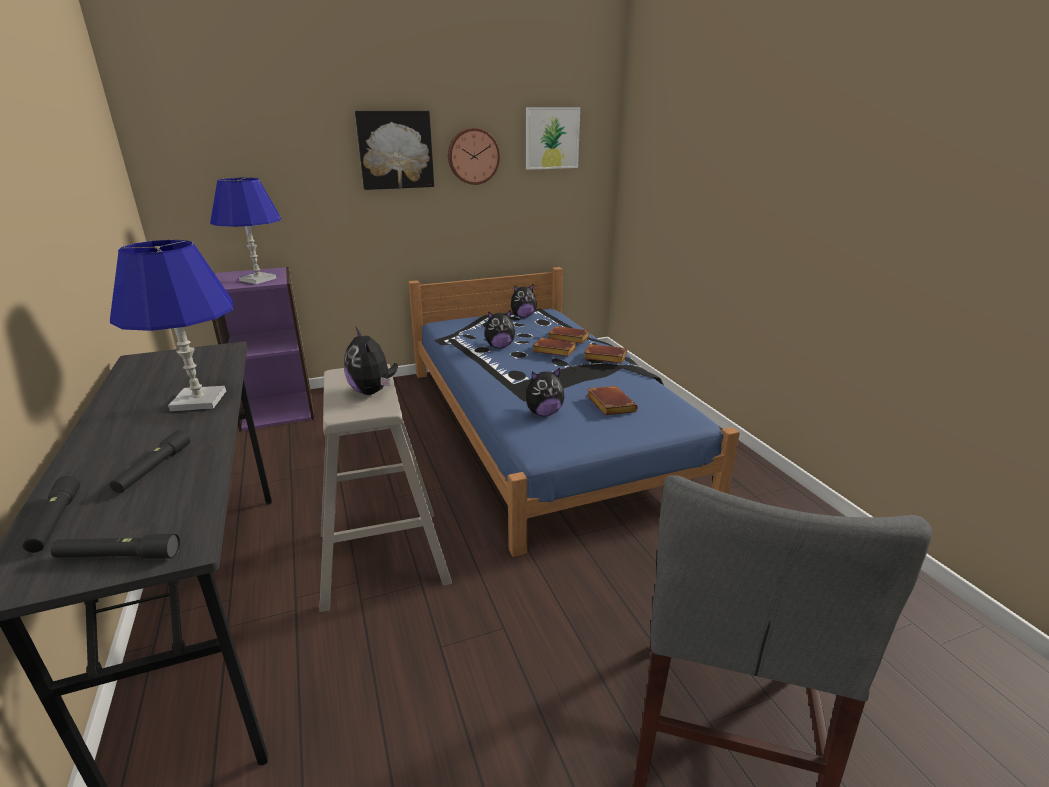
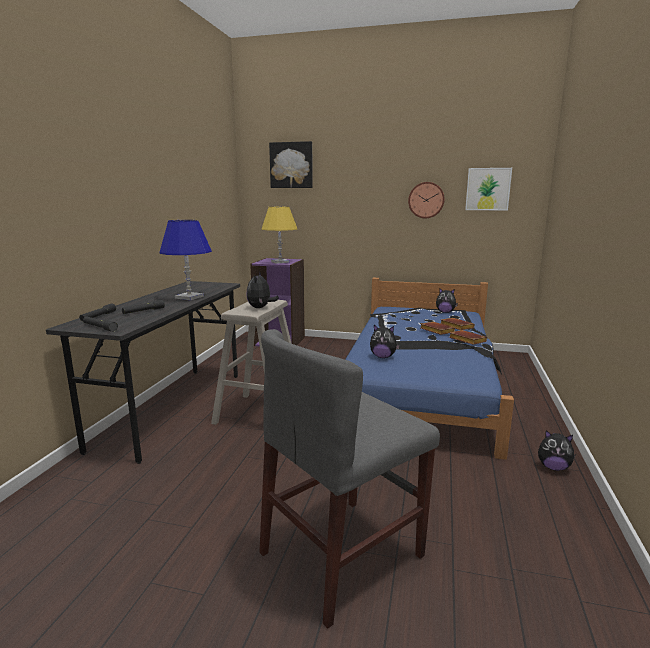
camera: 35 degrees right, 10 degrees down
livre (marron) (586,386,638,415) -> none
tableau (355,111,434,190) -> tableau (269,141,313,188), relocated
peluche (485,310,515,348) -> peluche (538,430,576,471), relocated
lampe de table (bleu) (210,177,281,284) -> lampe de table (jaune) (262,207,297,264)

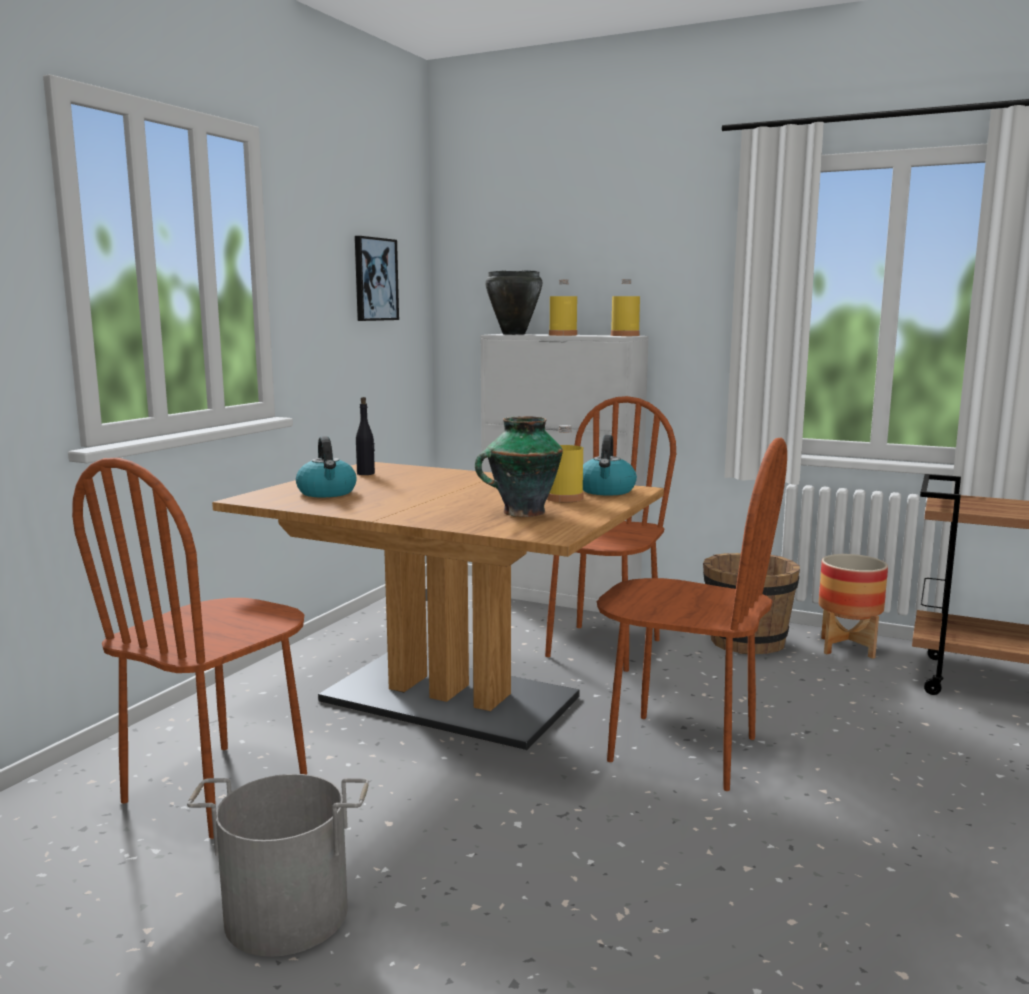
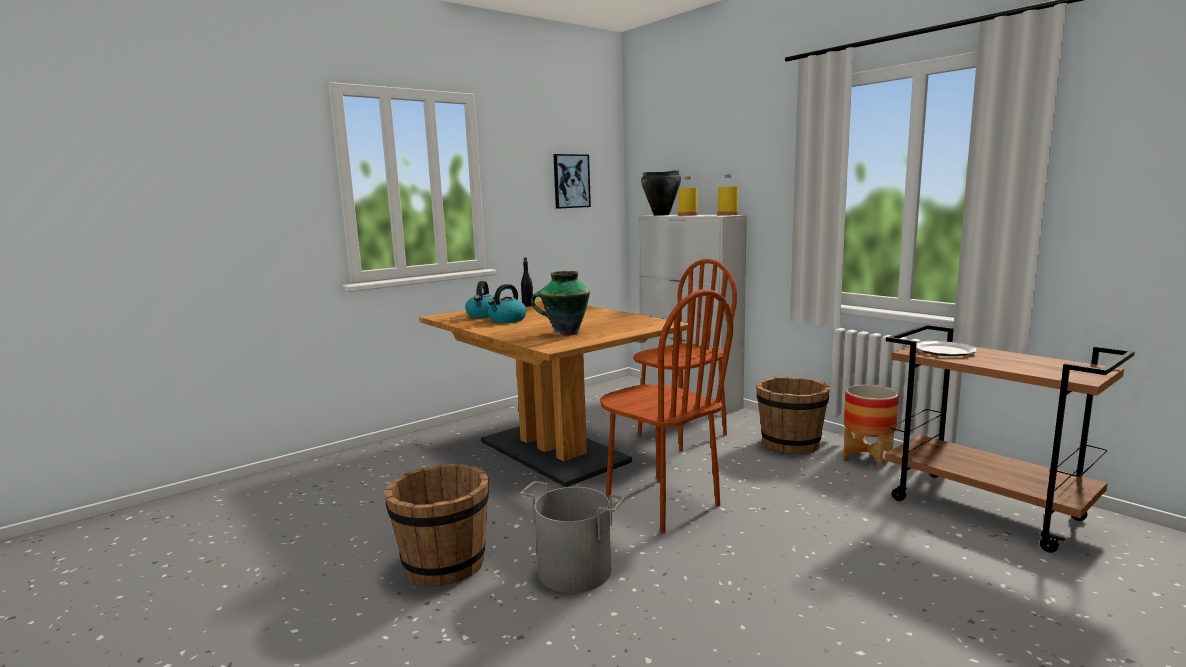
camera: 25 degrees right, 0 degrees up
chaise (marron) (72,458,307,839) -> none
bouteille (jaune) (547,425,583,502) -> none
none -> seau (marron) (384,464,489,587)
none -> assiette (916,341,977,356)
seau (gris) (187,774,369,957) -> seau (gris) (520,481,625,593), relocated
bouilloire (583,435,637,496) -> bouilloire (488,284,526,323), relocated

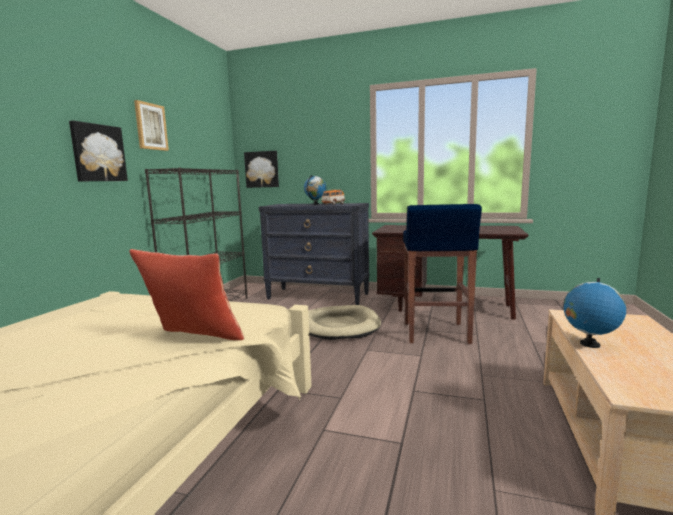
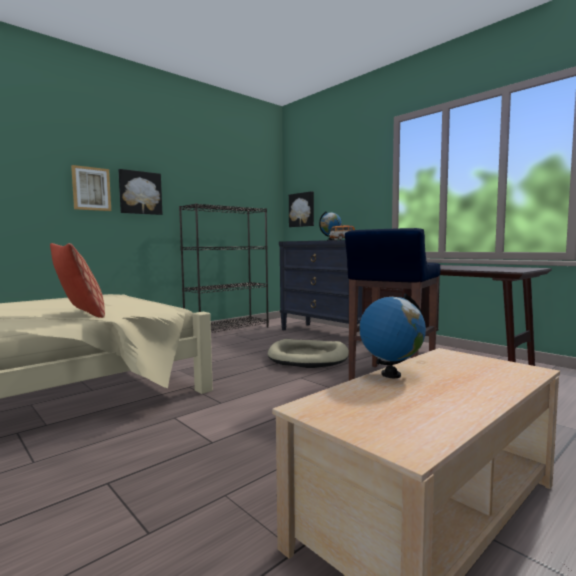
camera: 30 degrees right, 5 degrees down
tableau (134,100,169,151) -> tableau (71,165,111,211), relocated

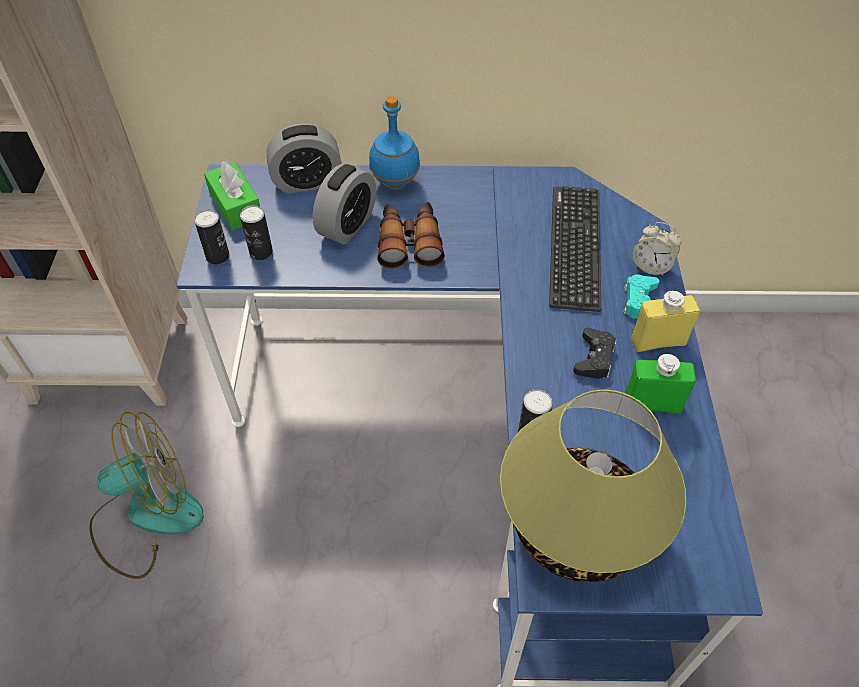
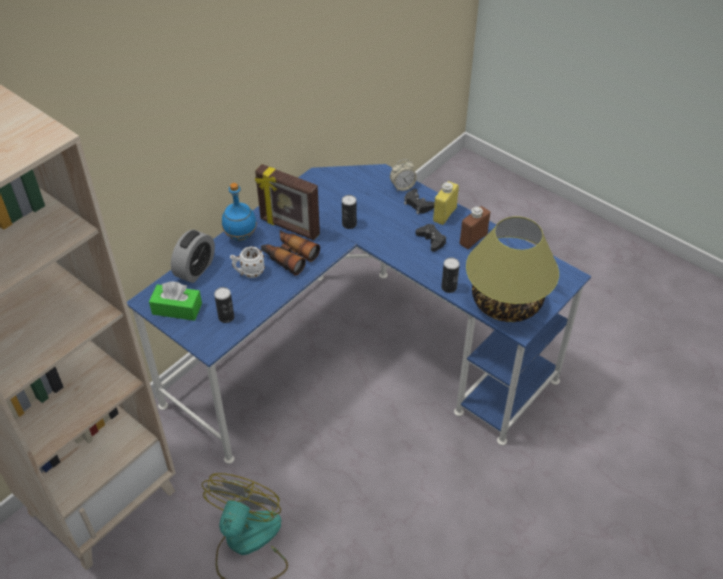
camera: 50 degrees left, 5 degrees down
clavier (549,186,601,312) -> none
none -> cadre photo (255,164,320,240)
boîte métallique (194,210,229,264) -> boîte métallique (342,195,357,229), relocated
réveil (312,164,376,245) -> mug (blanc) (230,246,265,278)
manette (turquoise) (623,274,659,319) -> manette (noir) (404,189,435,214)
bouteille (vert) (625,354,696,414) -> bouteille (marron) (460,206,490,249)

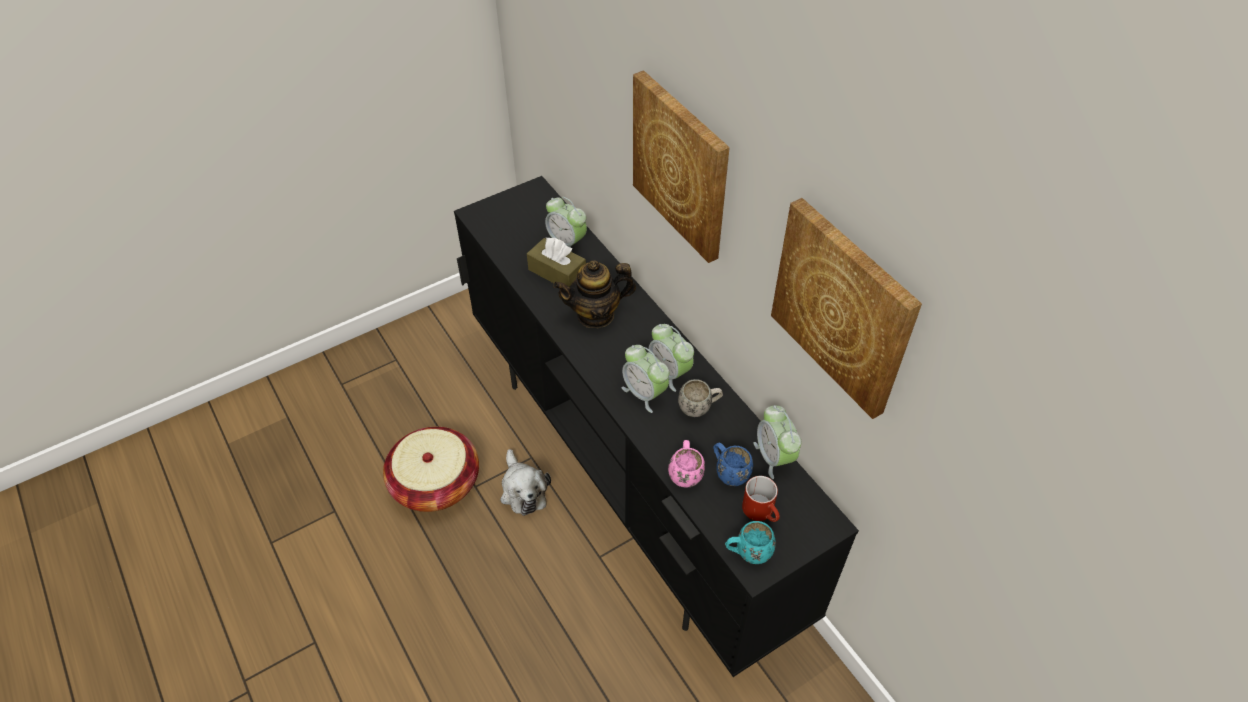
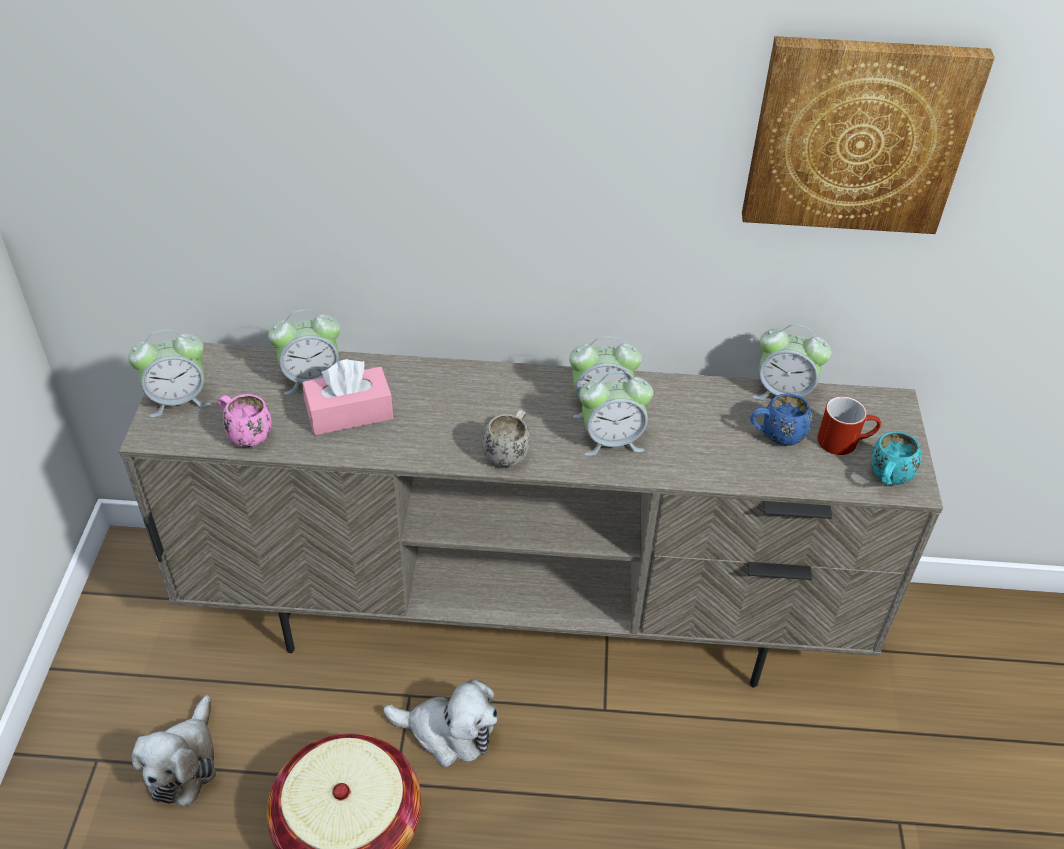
camera: 55 degrees left, 5 degrees down
théière (553,260,636,328) -> none
tableau (633,70,730,263) -> none
none -> réveil (128,329,211,417)
none -> peluche (132,695,216,806)
mug (rose) (668,440,705,488) -> mug (rose) (218,394,272,447), relocated
mug (blanc) (678,379,723,417) -> mug (blanc) (482,410,530,467), relocated
meuble télé (noir) (454,176,859,677) -> meuble télé (beige) (119,342,943,688)
boîte à mouchoirs (marron) (527,238,586,287) -> boîte à mouchoirs (rose) (302,359,393,435)

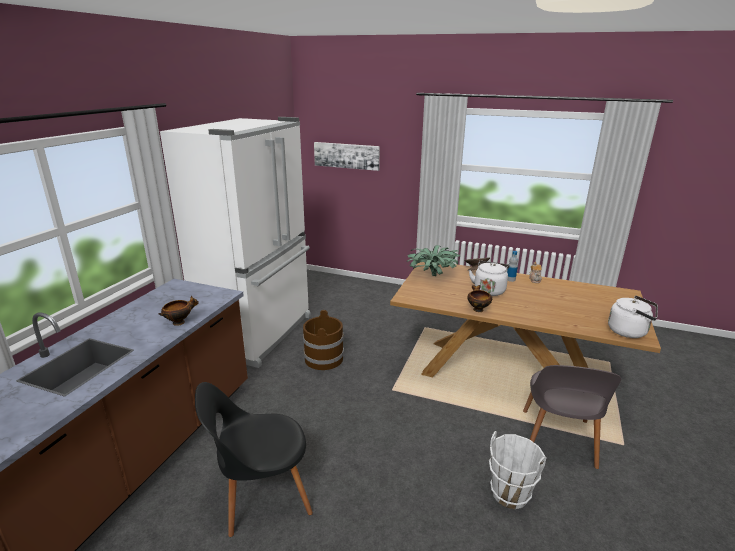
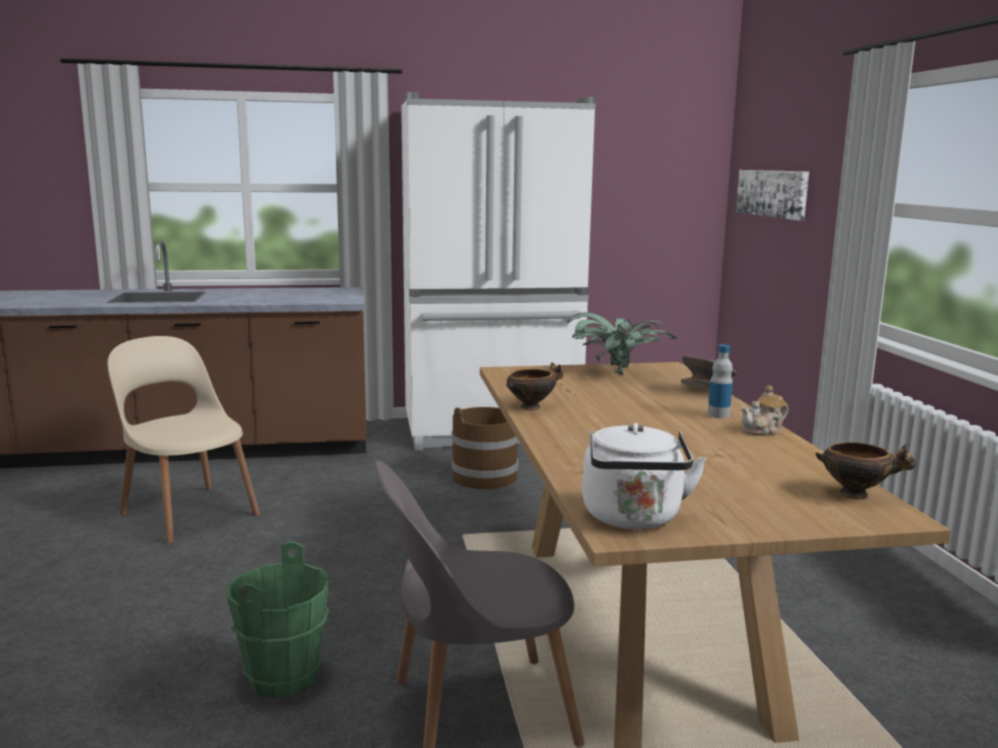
camera: 60 degrees right, 10 degrees down
bouilloire (blanc) (469,261,510,296) -> none
bol (158,296,199,326) -> bol (816,442,916,499), relocated
chaise (noir) (195,382,313,537) -> chaise (beige) (107,336,260,544)
seau (blanc) (489,431,547,509) -> seau (vert) (227,542,330,698)

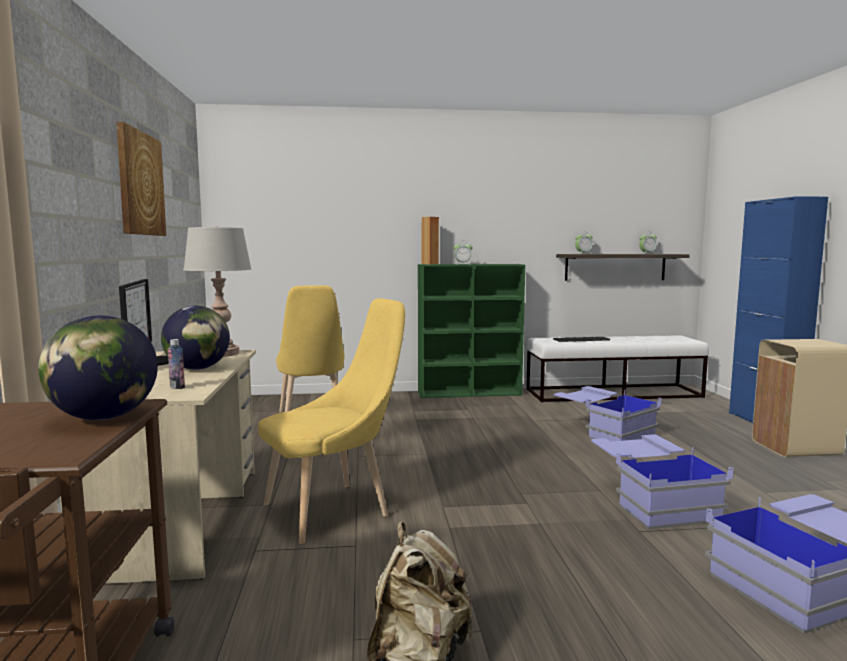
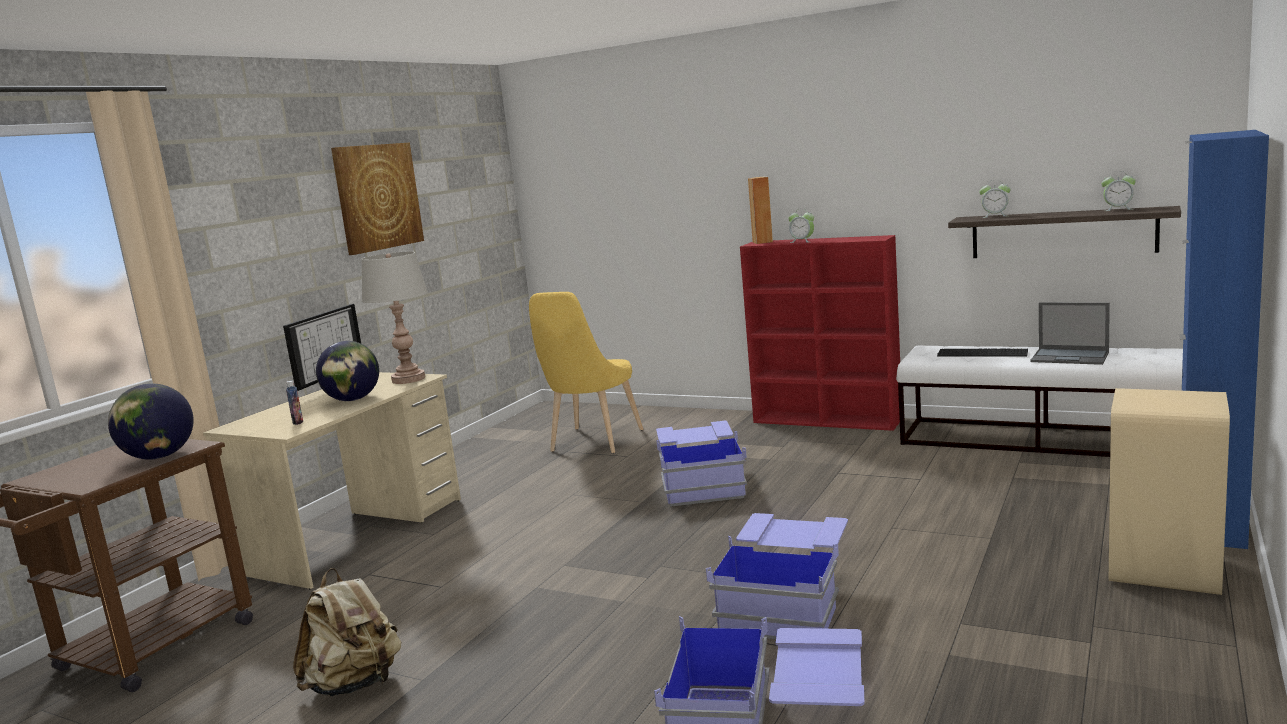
camera: 35 degrees right, 5 degrees up
chaise (jaune) (258,298,405,544) -> none
none -> ordinateur portable (1030,303,1110,365)
boîte de rangement (bleu) (554,386,662,441) -> boîte de rangement (bleu) (656,421,747,507), relocated
bibliothèque (vert) (418,264,525,398) -> bibliothèque (rouge) (740,235,900,431)

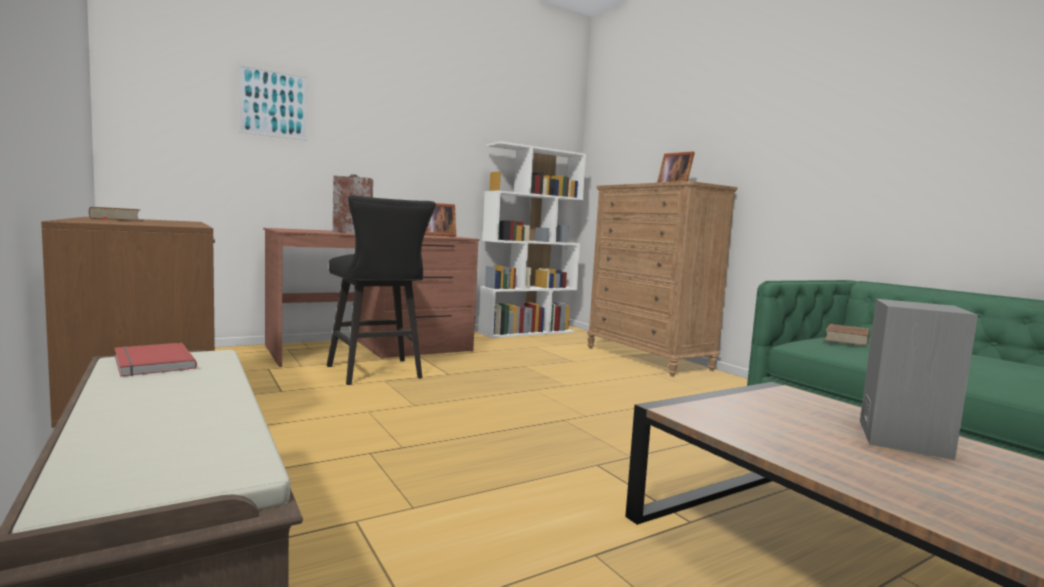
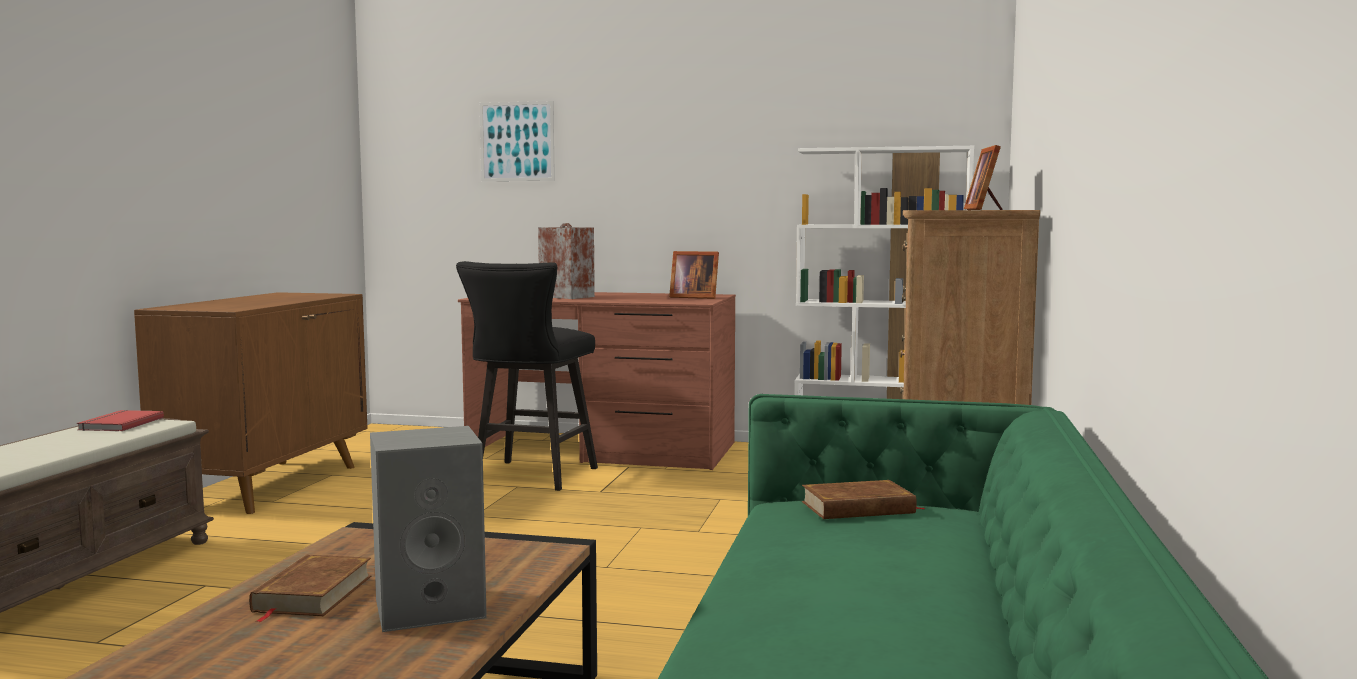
camera: 45 degrees right, 0 degrees up
livre (marron) (89,207,141,221) -> livre (marron) (249,555,372,622), relocated

